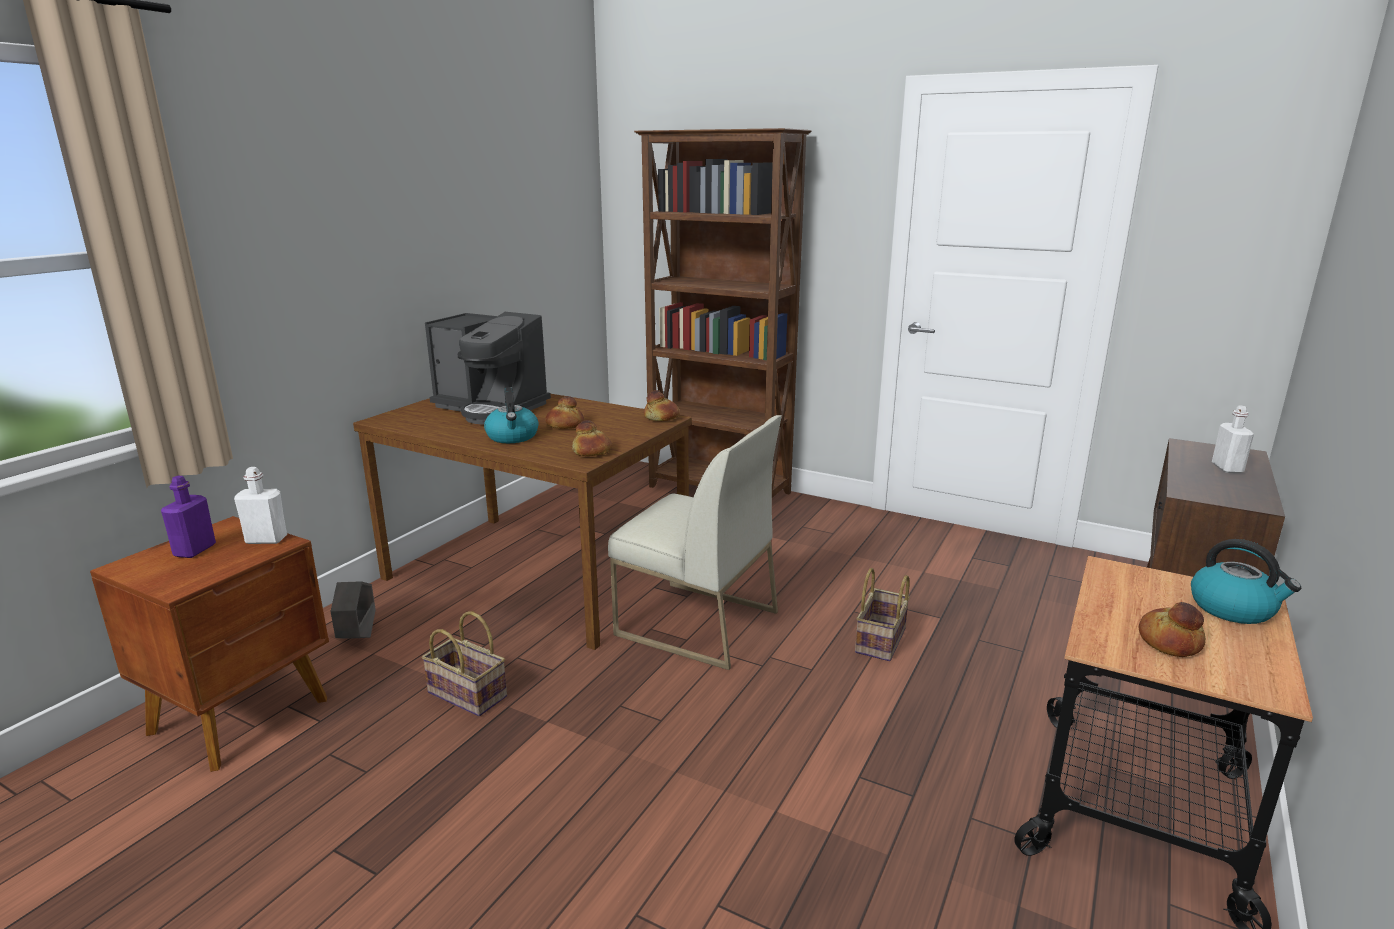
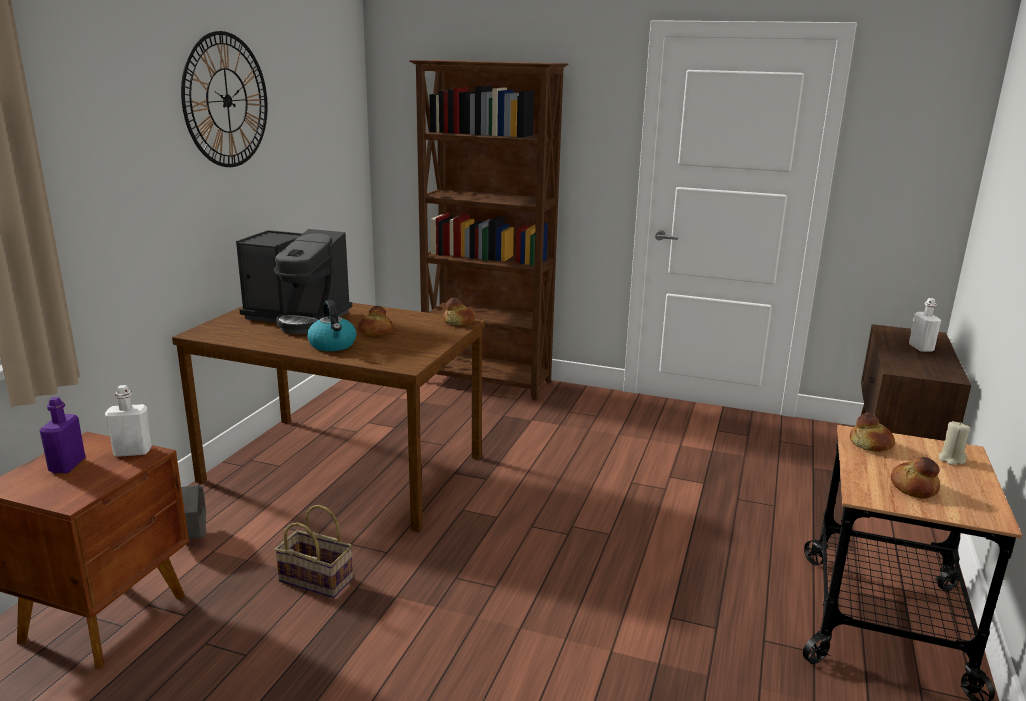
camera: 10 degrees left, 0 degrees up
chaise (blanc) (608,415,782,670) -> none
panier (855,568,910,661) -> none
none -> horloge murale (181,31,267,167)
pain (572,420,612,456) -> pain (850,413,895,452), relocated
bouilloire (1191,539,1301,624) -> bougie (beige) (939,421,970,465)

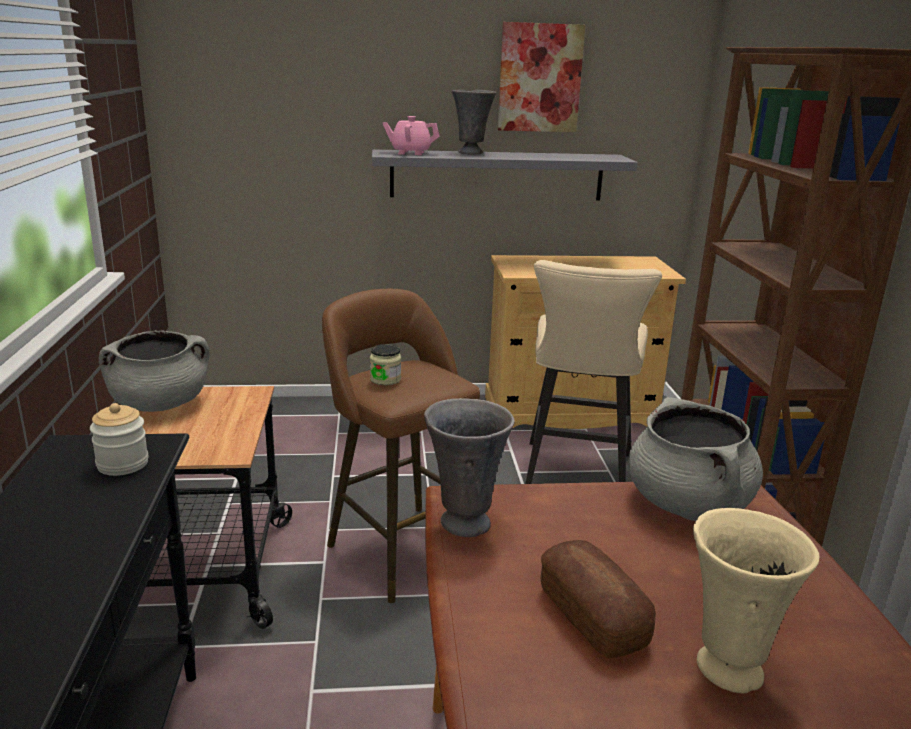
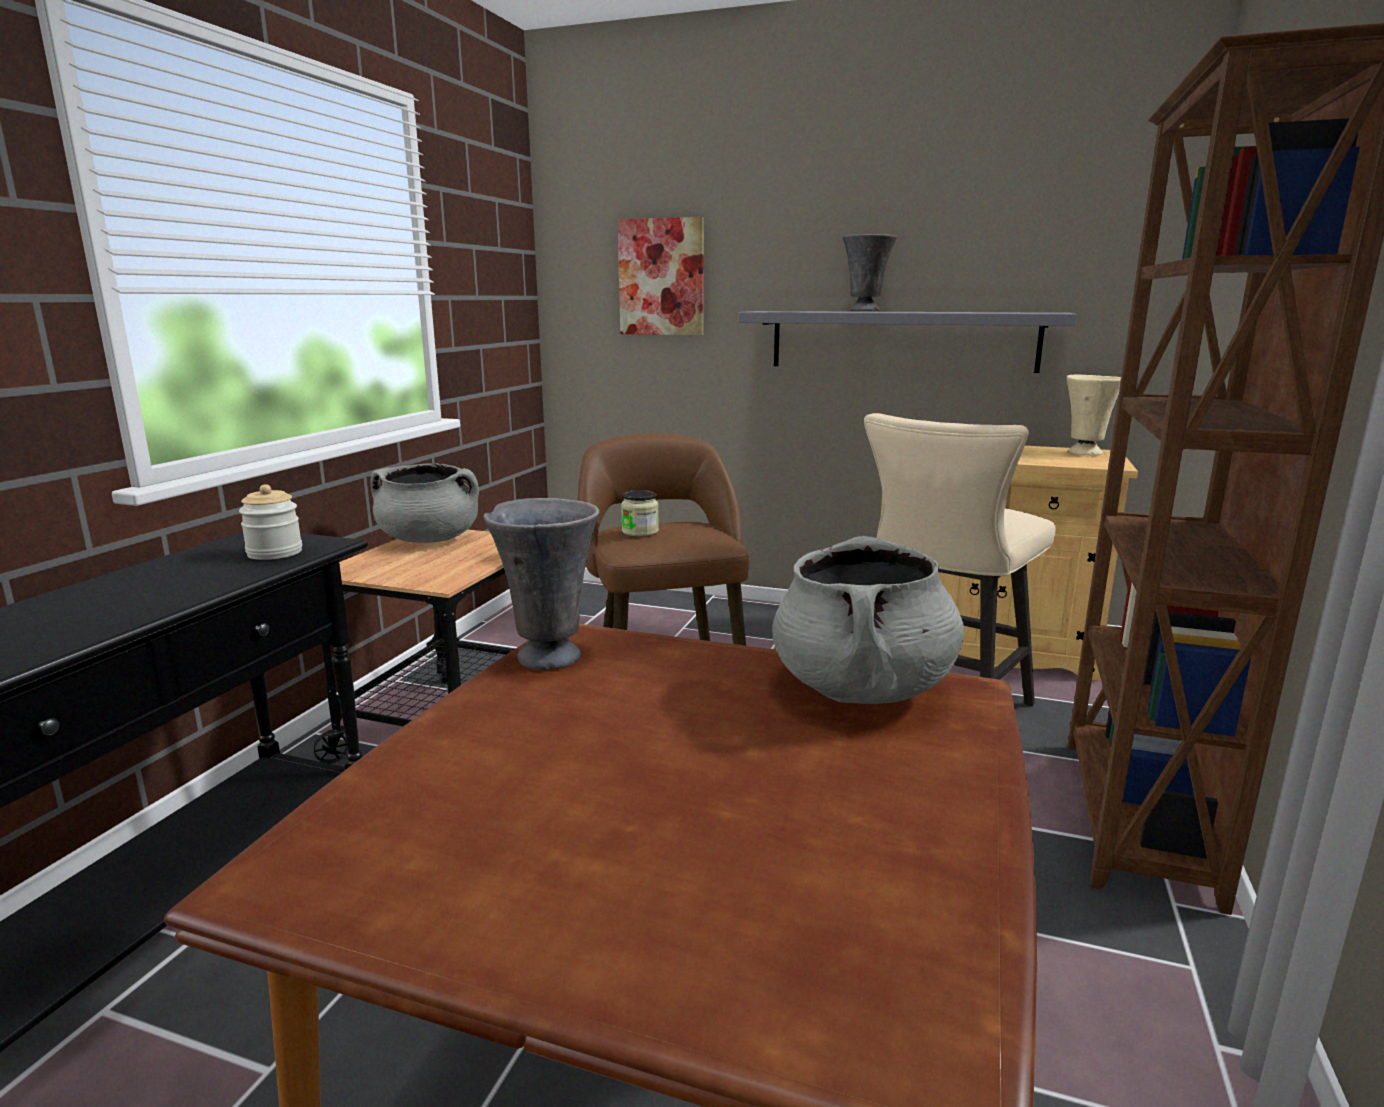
camera: 25 degrees right, 5 degrees down
théière (rose) (383,116,440,155) -> none
pain (541,540,656,658) -> none
tableau (498,22,585,132) -> tableau (618,217,704,335), relocated
vase (beige) (693,508,819,693) -> vase (beige) (1066,374,1121,455), relocated

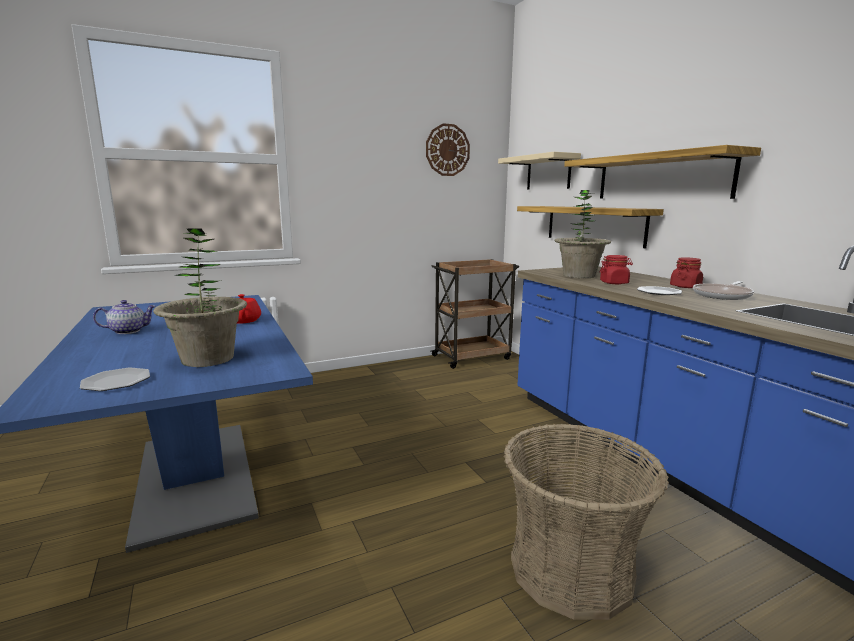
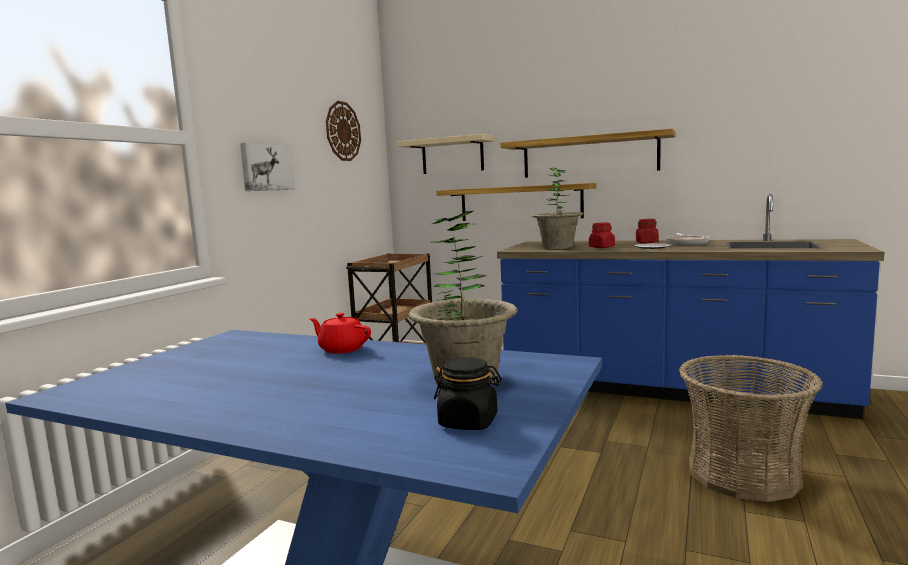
camera: 40 degrees left, 5 degrees down
théière (93,300,156,334) -> none
none -> tableau (240,143,296,191)
assiette (80,367,150,391) -> bocal (noir) (434,357,502,430)

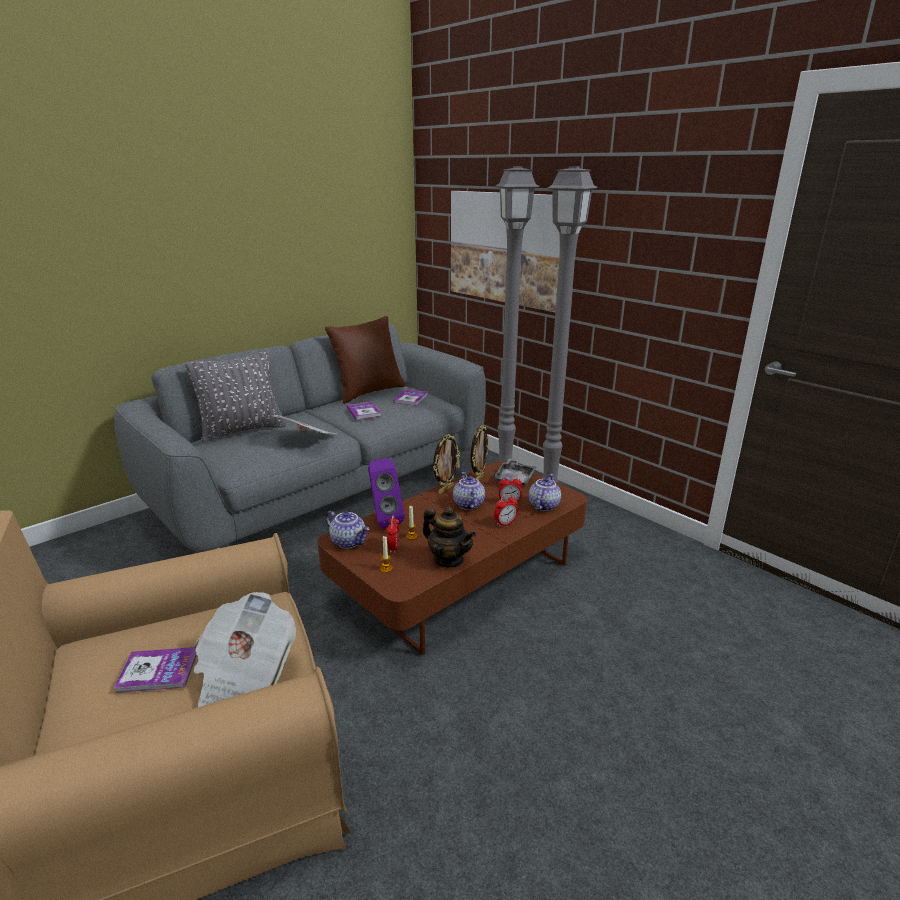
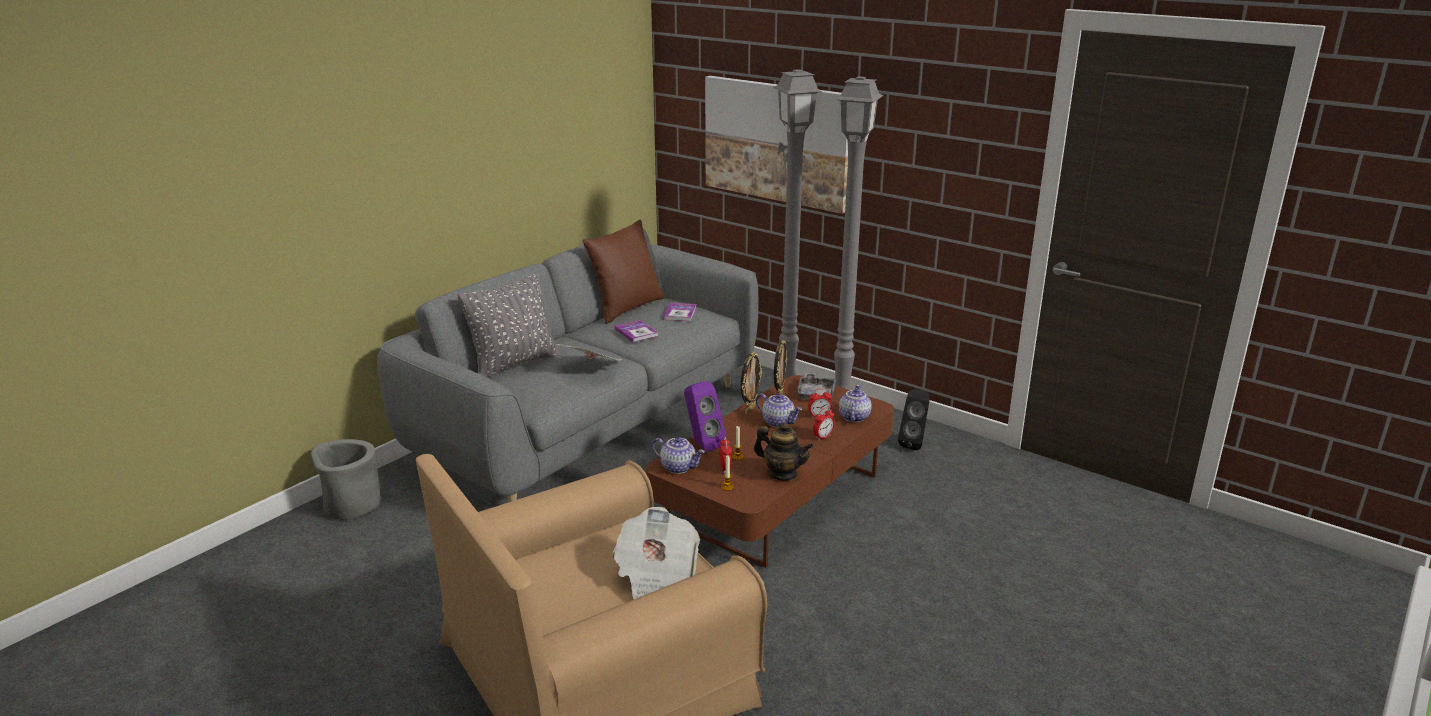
camera: 10 degrees left, 0 degrees up
livre (114,647,197,693) -> none
none -> cache-pot (gris) (310,439,381,520)
none -> enceinte (noir) (898,389,930,450)
théière (453,472,485,510) -> théière (756,393,802,428), 150 degrees clockwise

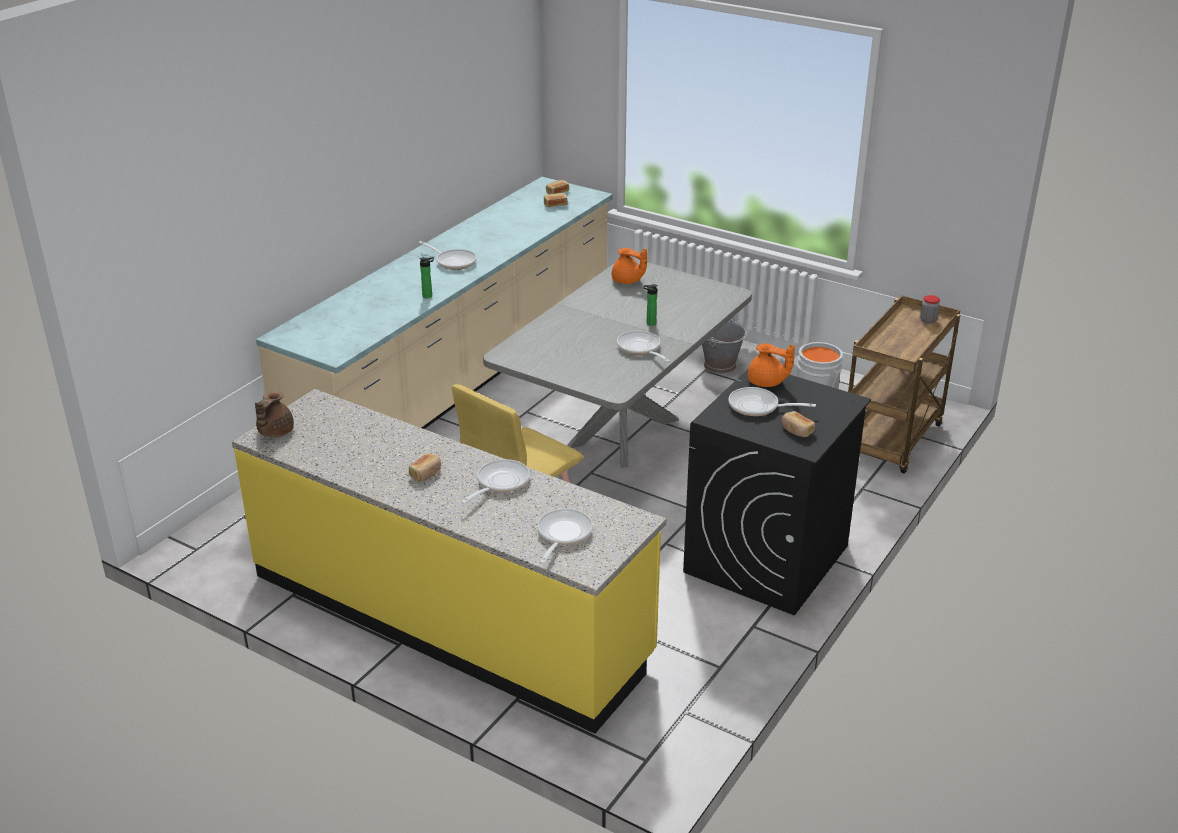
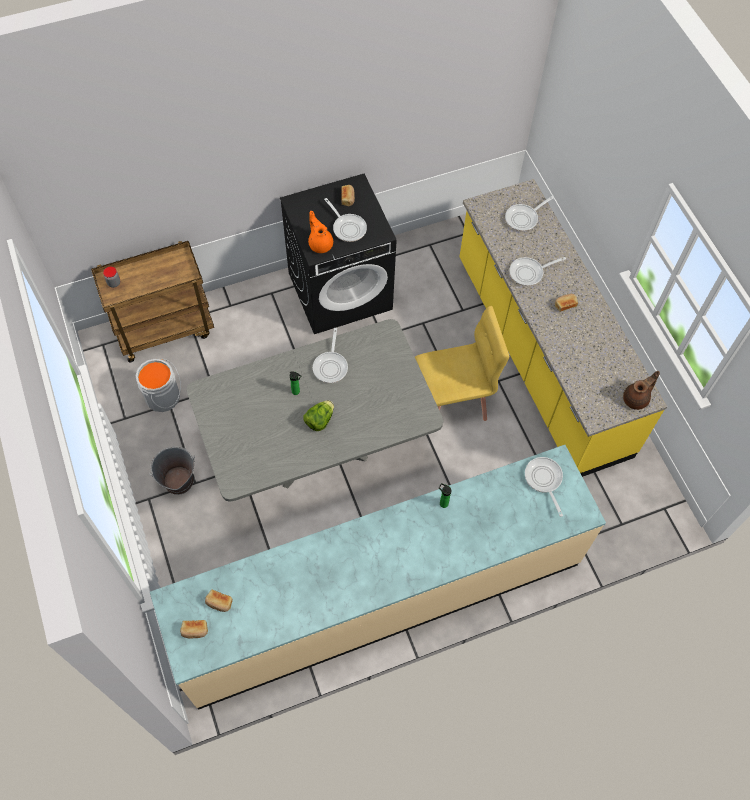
camera: 145 degrees left, 30 degrees up
théière (orange) (612,248,647,284) -> none
none -> laitue (303,400,334,431)
poêle (419,241,477,270) -> poêle (525,457,563,517), relocated

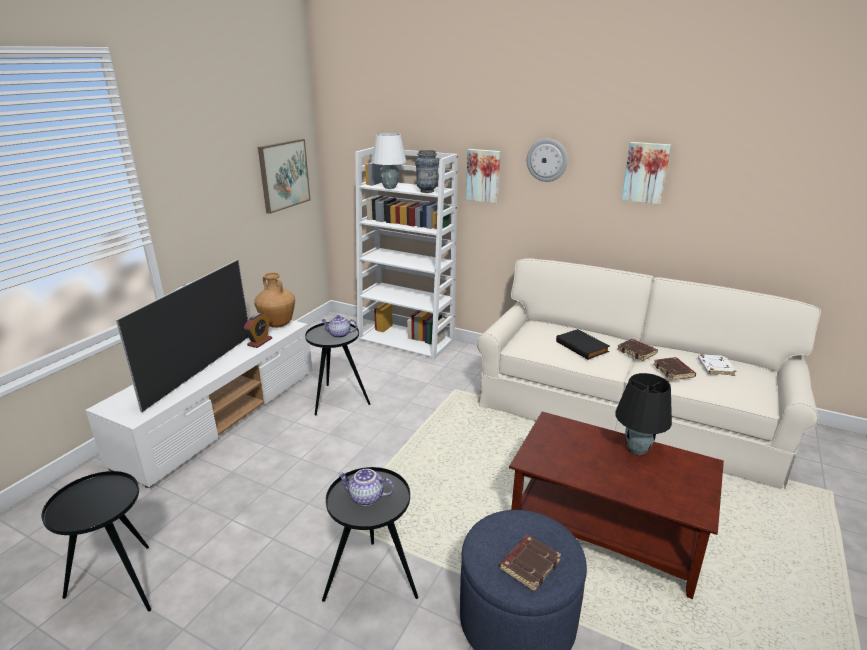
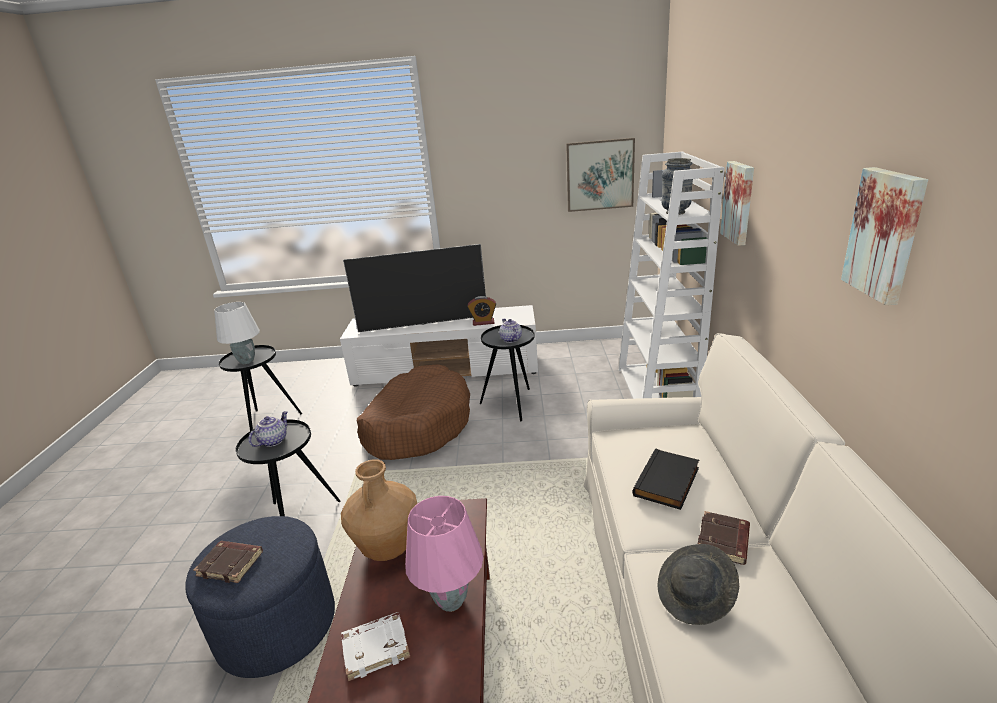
camera: 65 degrees right, 0 degrees up
horloge murale (527,139,568,182) -> none
none -> panier pour chien (marron) (357,364,470,460)
vase (marron) (254,272,295,328) -> vase (marron) (341,459,417,561), relocated
lampe de table (blanc) (372,133,406,189) -> lampe de table (blanc) (214,302,260,364), relocated
livre (blanc) (698,355,737,376) -> livre (blanc) (341,612,410,681), relocated
livre (marron) (653,357,696,380) -> chapeau (gris) (658,544,739,625)
lampe de table (noir) (615,373,672,455) -> lampe de table (rose) (405,496,483,612)
théière (337,469,394,506) -> théière (248,411,288,447), 45 degrees clockwise

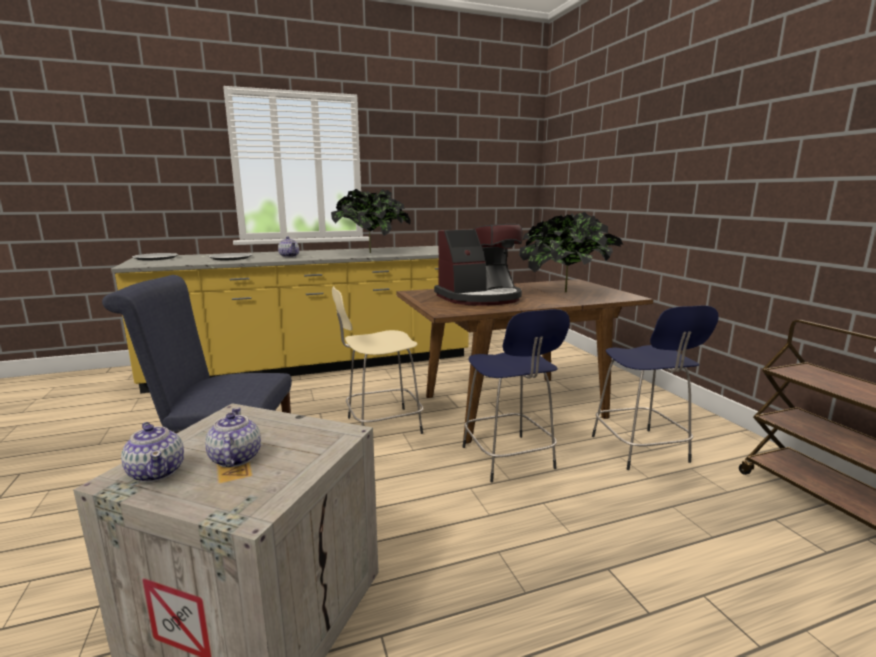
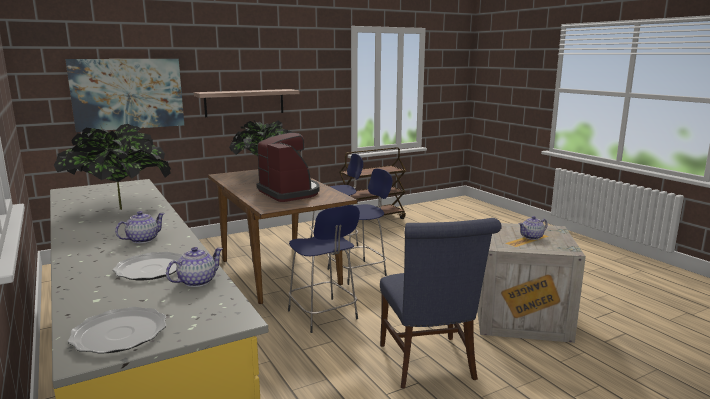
camera: 100 degrees left, 0 degrees up
none -> tableau (65,59,184,132)
none -> étagère (194,89,299,117)
théière (121,422,184,482) -> théière (166,247,223,287), relocated
tabouret (beige) (332,286,423,434) -> tabouret (bleu) (288,205,360,333)

